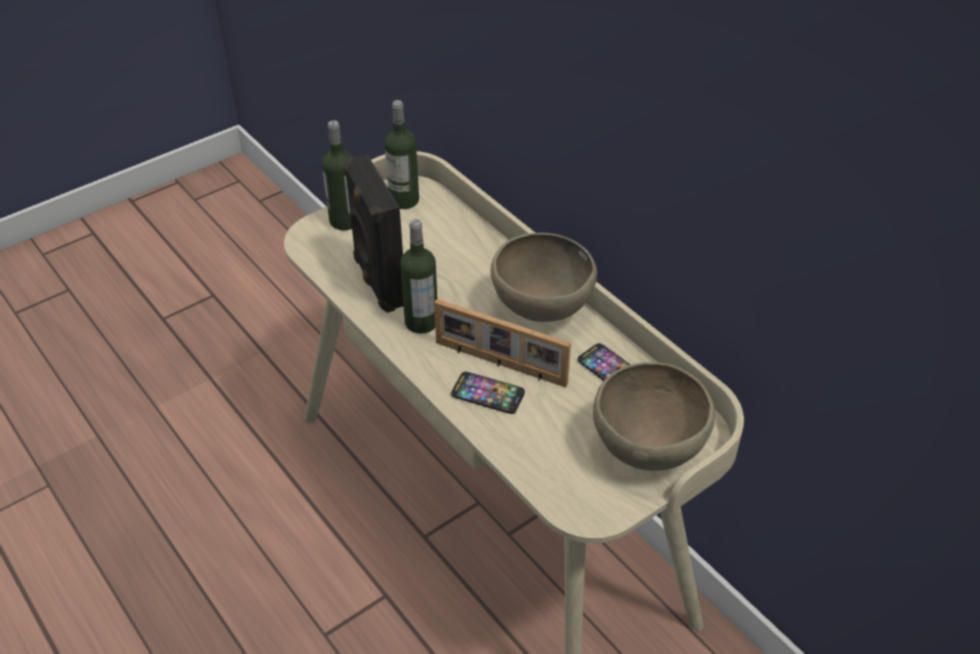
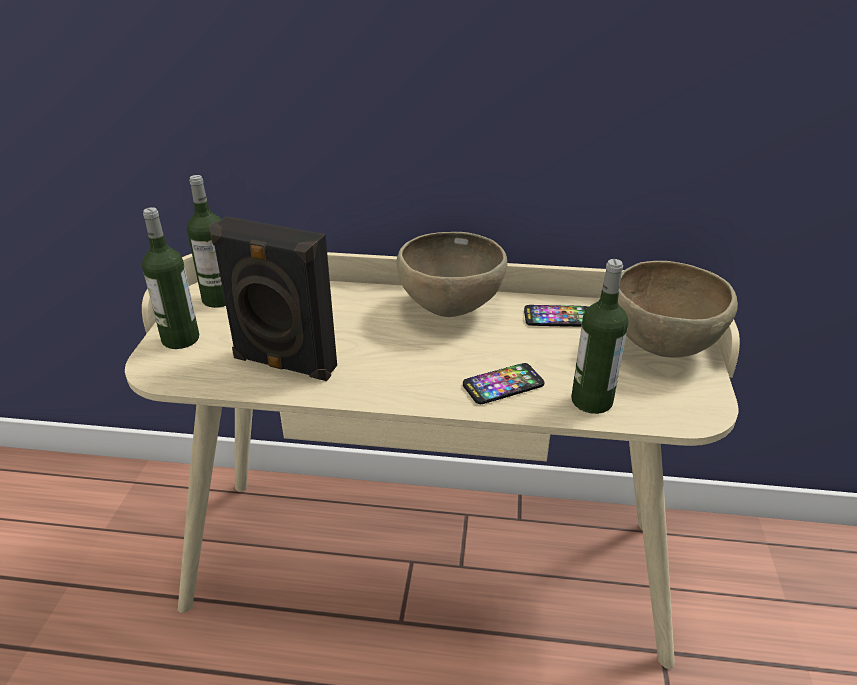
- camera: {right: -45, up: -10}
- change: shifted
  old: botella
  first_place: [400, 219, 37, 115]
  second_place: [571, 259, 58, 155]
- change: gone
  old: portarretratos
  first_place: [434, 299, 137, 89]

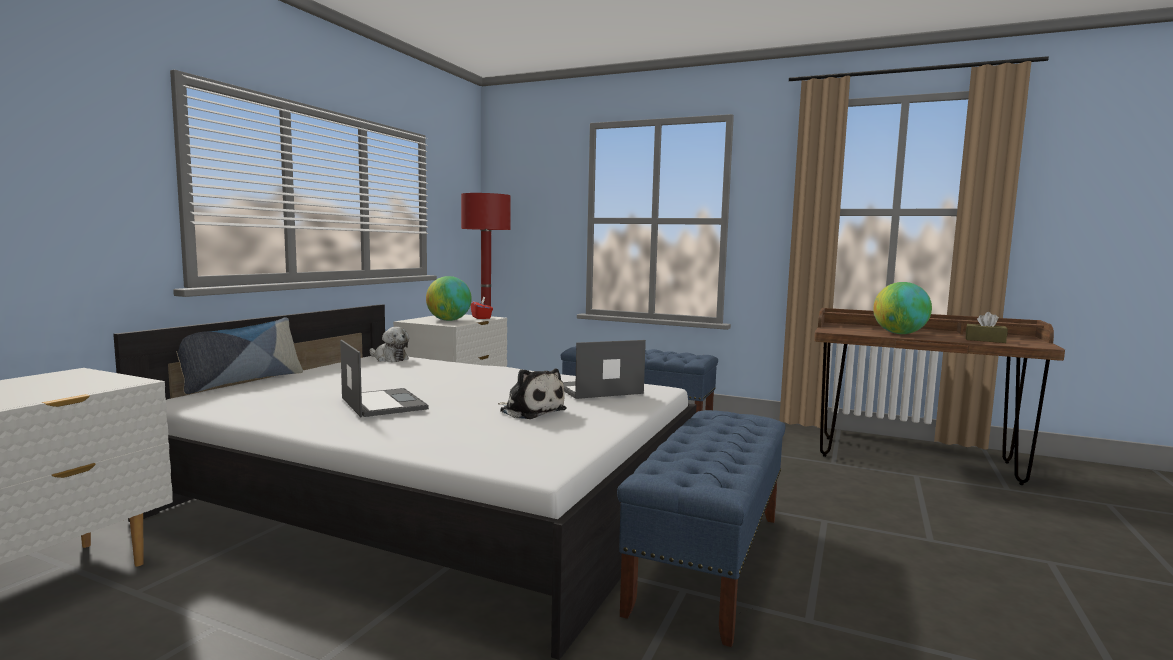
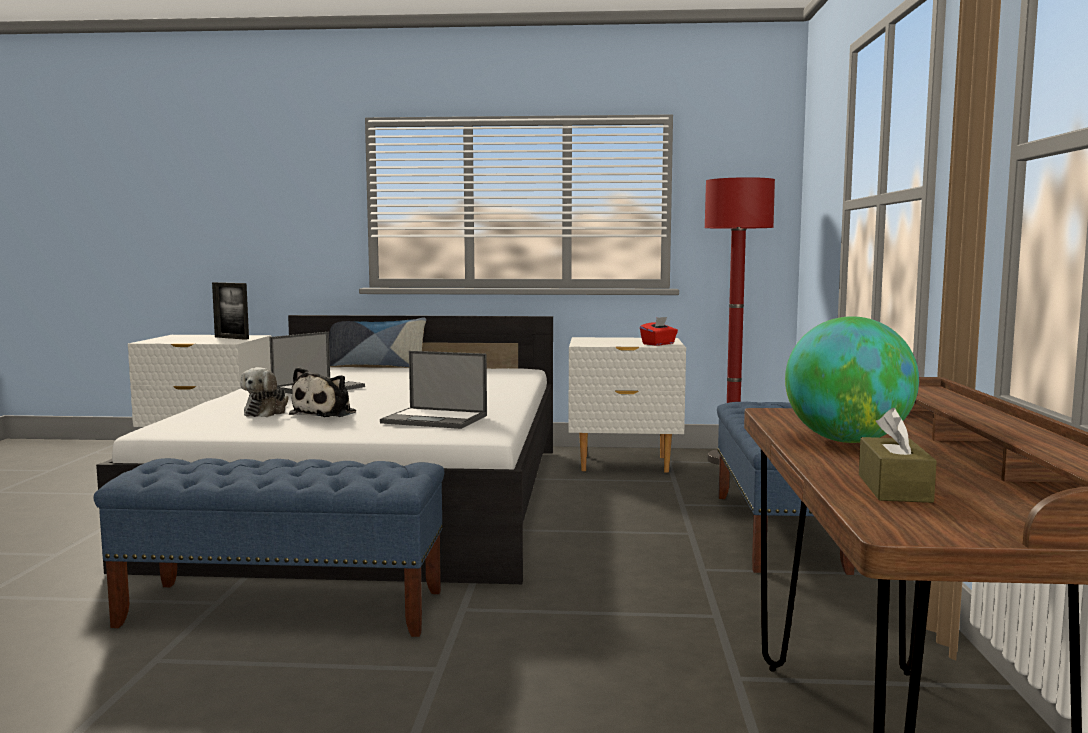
- camera: {right: 70, up: 0}
- change: gone
  old: globo terráqueo
  first_place: [426, 276, 46, 45]
- change: shifted
  old: peluche
  first_place: [370, 327, 39, 35]
  second_place: [240, 367, 48, 50]
- change: rotated
  old: portátil
  first_place: [563, 340, 83, 59]
  second_place: [380, 351, 107, 78]
  degrees: 150
- change: new
  new: portarretratos
  second_place: [212, 282, 37, 58]

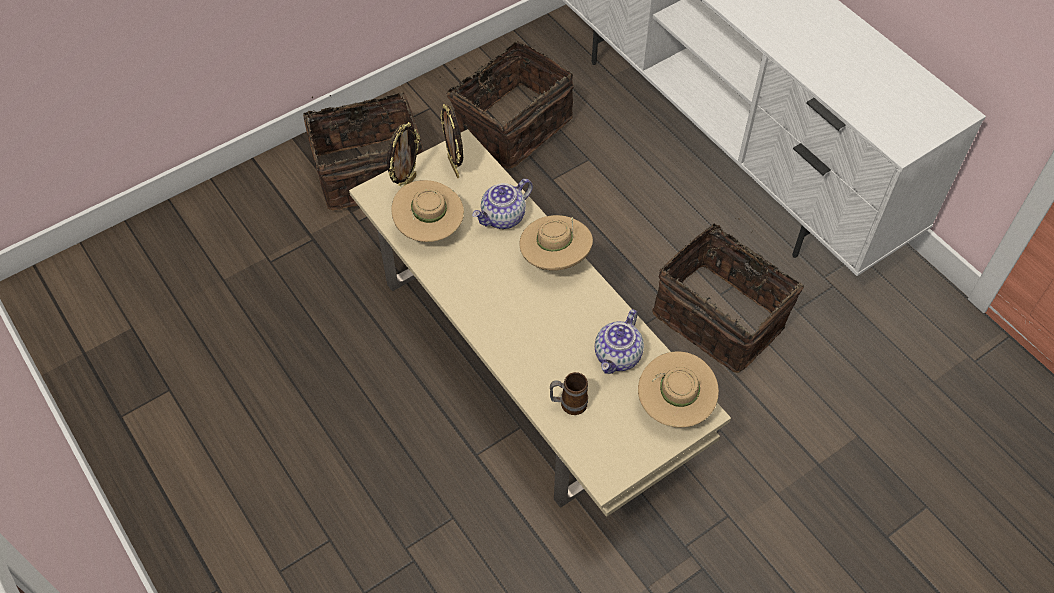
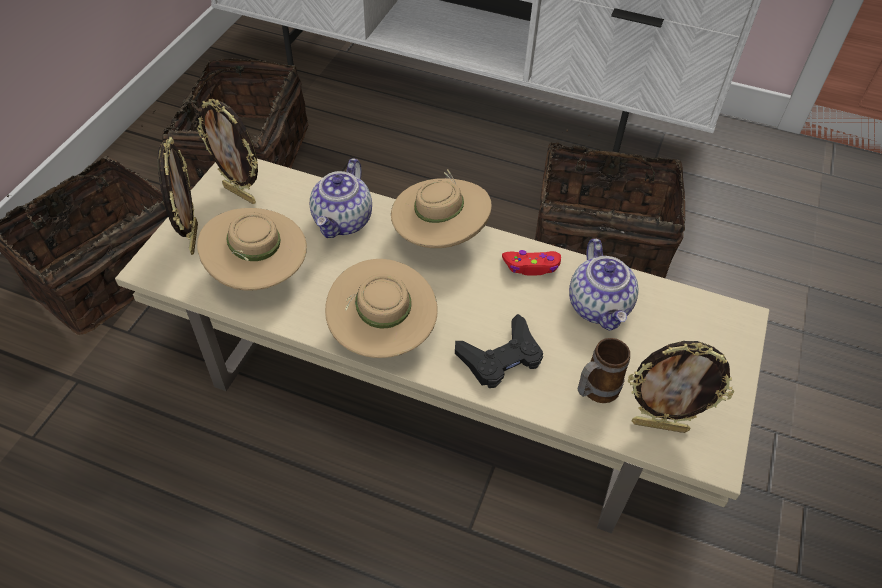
- camera: {right: -35, up: -5}
- change: shifted
  old: sombrero (beis)
  first_place: [638, 352, 81, 76]
  second_place: [325, 259, 113, 99]
- change: new
  new: mando de consola (rojo)
  second_place: [502, 250, 59, 26]
- change: new
  new: mando de consola (negro)
  second_place: [455, 314, 88, 74]
- change: new
  new: portarretratos
  second_place: [628, 341, 106, 92]

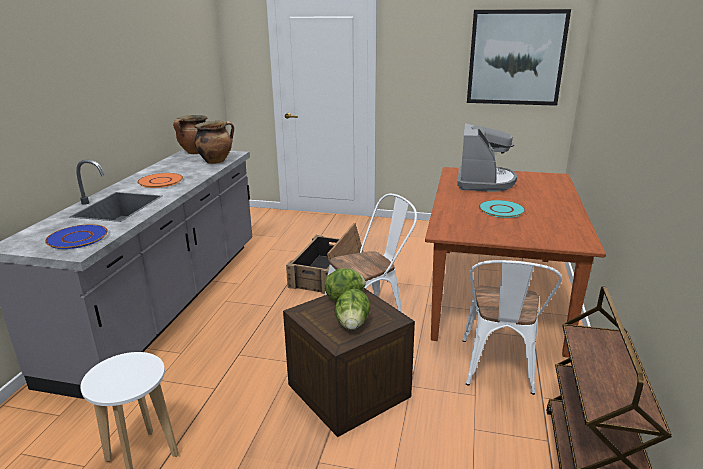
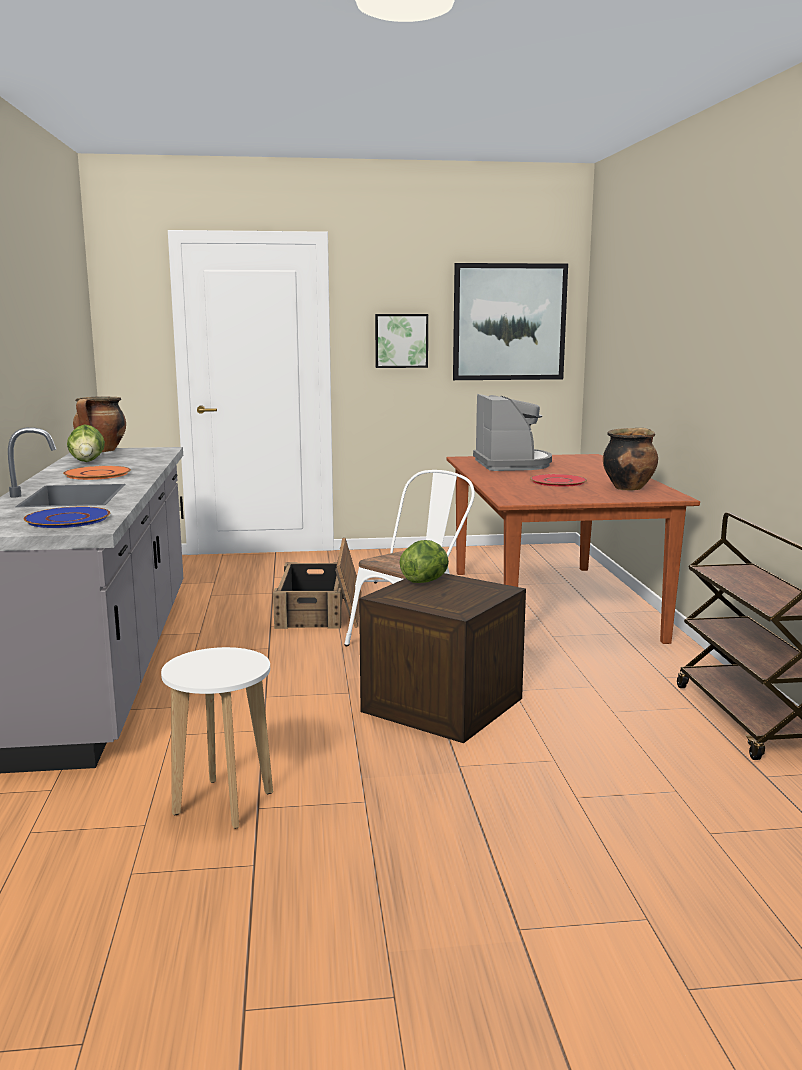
- camera: {right: -20, up: -10}
- change: shifted
  old: olla
  first_place: [195, 121, 39, 43]
  second_place: [603, 428, 55, 63]
- change: repainted
  old: plato (turquesa)
  new: plato (rojo)
  first_place: [479, 200, 47, 18]
  second_place: [530, 474, 57, 13]
- change: gone
  old: silla (blanco)
  first_place: [462, 260, 100, 135]
- change: shifted
  old: lechuga
  first_place: [334, 289, 36, 41]
  second_place: [67, 424, 38, 38]
- change: new
  new: cuadro
  second_place: [375, 314, 53, 54]

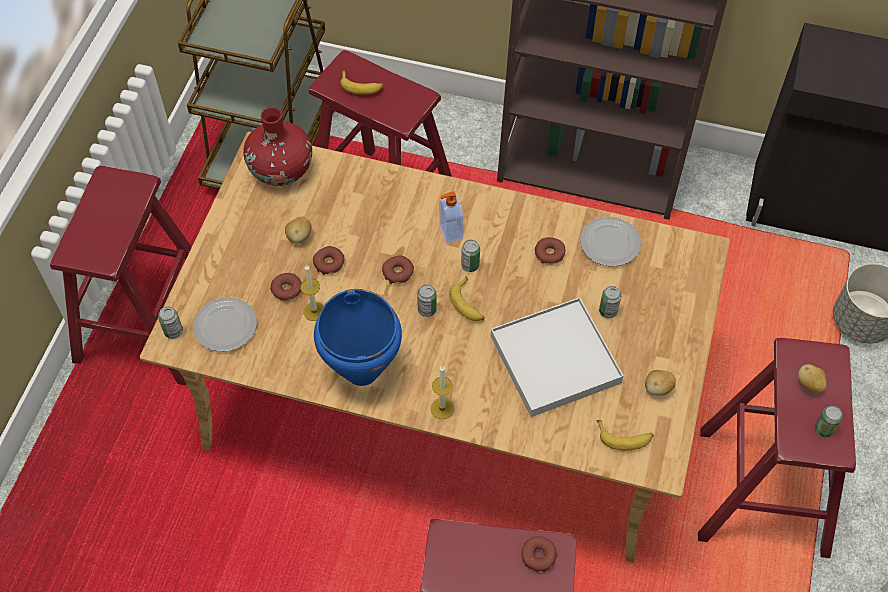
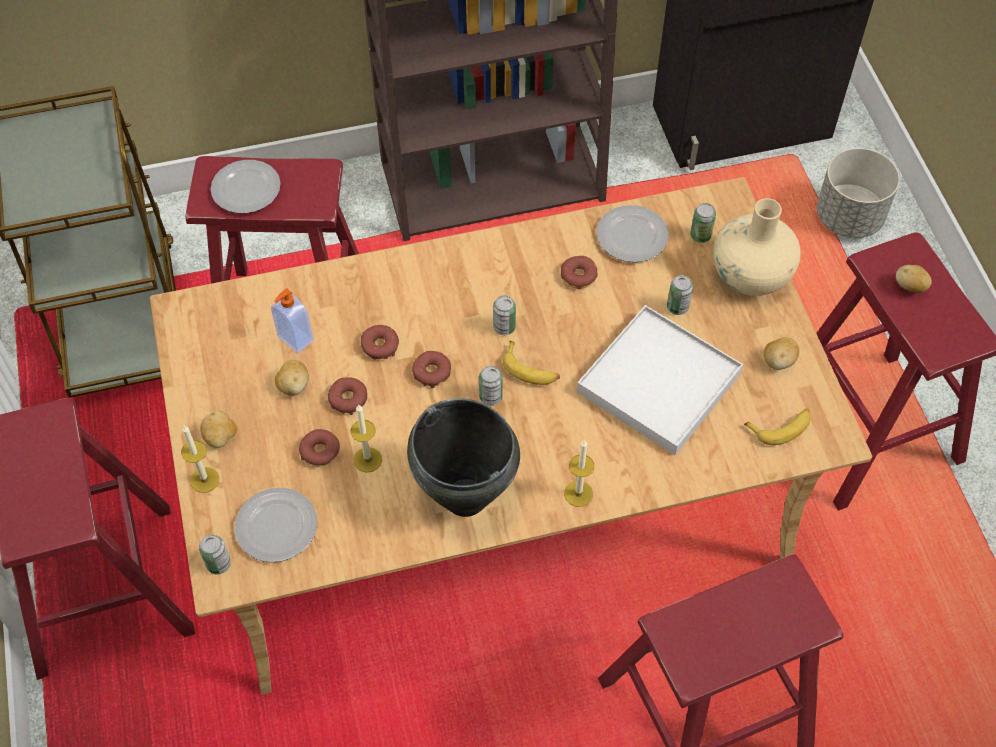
- camera: {right: -30, up: 0}
- change: swapped
  old: plátano
  new: plato
  first_place: [340, 70, 44, 25]
  second_place: [211, 160, 70, 53]
- change: gone
  old: florero (rojo)
  first_place: [243, 107, 69, 79]
- change: shifted
  old: dispensador de jabón
  first_place: [439, 191, 24, 53]
  second_place: [271, 288, 43, 66]
- change: repainted
  old: olla (azul)
  new: olla (negro)
  first_place: [314, 289, 88, 97]
  second_place: [407, 398, 113, 119]
- change: shifted
  old: lata
  first_place: [815, 405, 28, 33]
  second_place: [690, 203, 26, 40]
- change: shifted
  old: rosquilla
  first_place: [521, 536, 36, 36]
  second_place: [361, 325, 38, 35]
- change: new
  new: florero (beis)
  second_place: [713, 198, 88, 98]
- change: new
  new: patata
  second_place: [200, 411, 37, 37]
- change: new
  new: vela
  second_place: [181, 426, 38, 67]

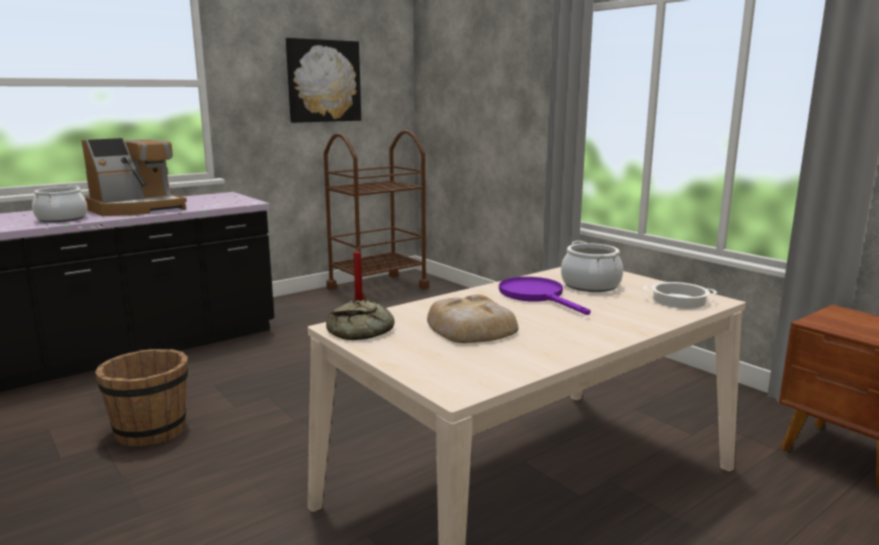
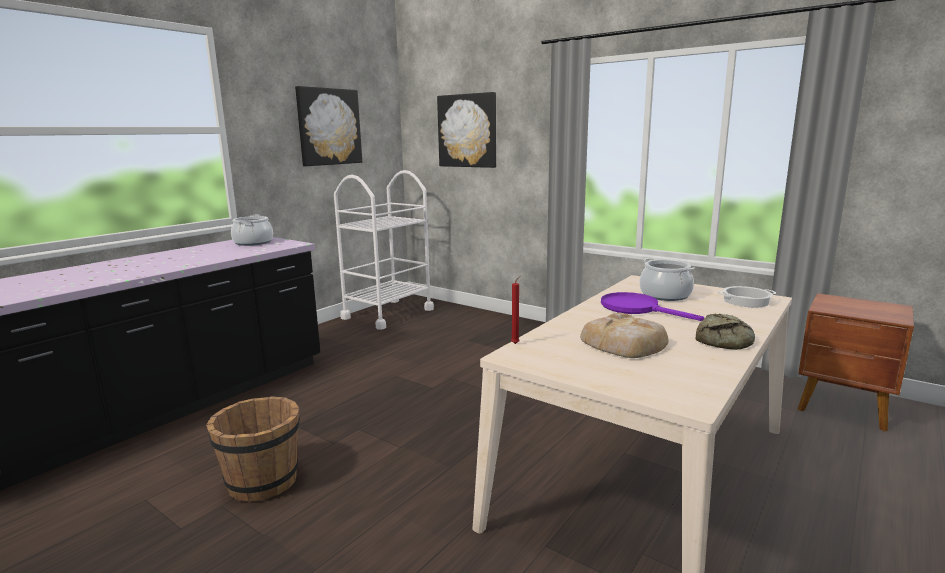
- camera: {right: -15, up: 0}
- change: repainted
  old: carrito (marrón)
  new: carrito (blanco)
  first_place: [324, 130, 105, 171]
  second_place: [334, 170, 100, 160]
- change: gone
  old: cafetera
  first_place: [81, 138, 106, 78]
- change: shifted
  old: olla
  first_place: [32, 185, 55, 38]
  second_place: [231, 215, 42, 31]
- change: shifted
  old: pan
  first_place: [326, 300, 69, 40]
  second_place: [696, 314, 59, 36]
- change: new
  new: cuadro
  second_place: [437, 92, 59, 76]

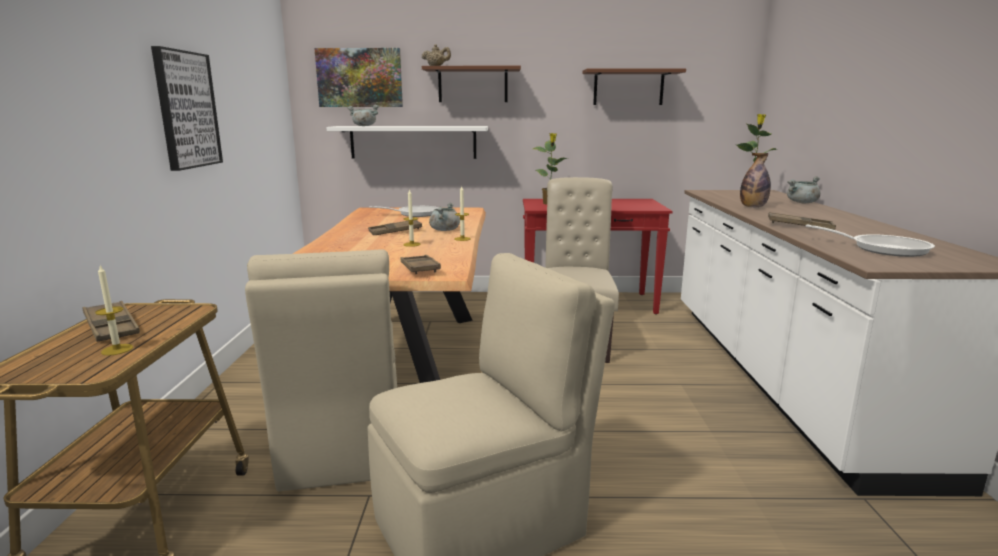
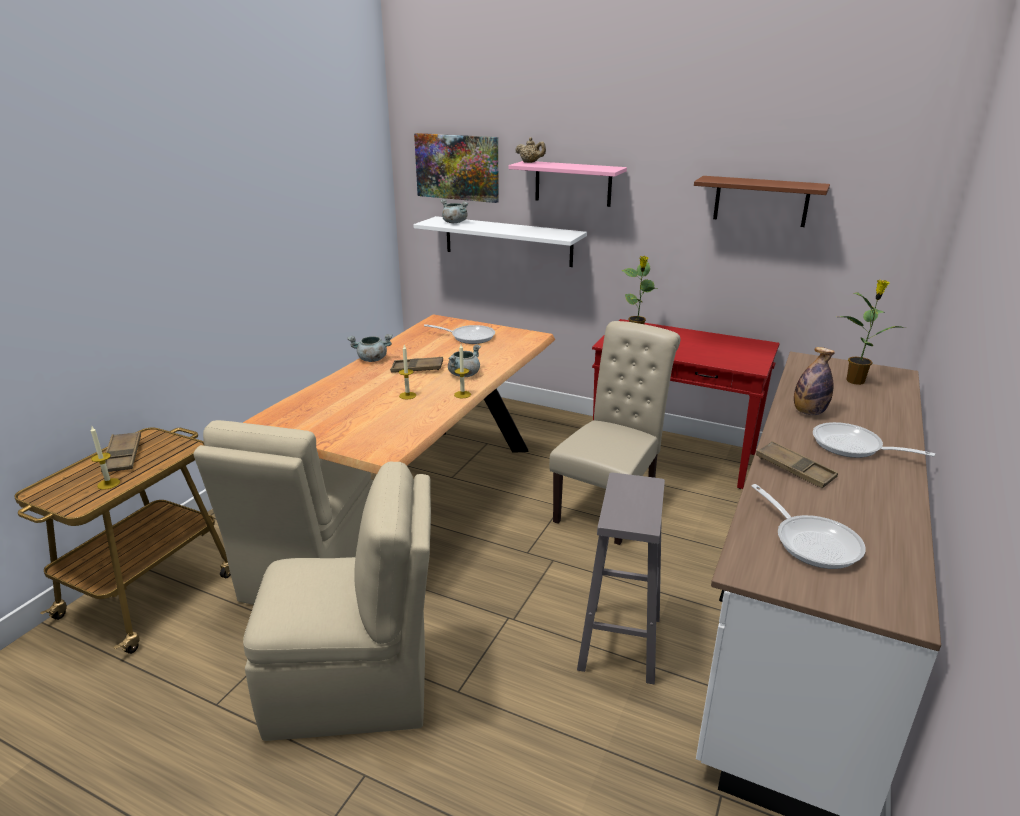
- camera: {right: 25, up: 10}
- change: gone
  old: cuadro
  first_place: [151, 46, 72, 125]
- change: repainted
  old: estante (marrón)
  new: estante (rosa)
  first_place: [422, 66, 99, 36]
  second_place: [508, 161, 119, 46]
- change: shifted
  old: olla (gris)
  first_place: [787, 176, 33, 27]
  second_place: [347, 334, 45, 28]
- change: gone
  old: bandeja (marrón)
  first_place: [400, 255, 41, 19]
- change: new
  new: sartén
  second_place: [813, 422, 122, 36]
- change: new
  new: taburete (gris)
  second_place: [577, 473, 88, 211]

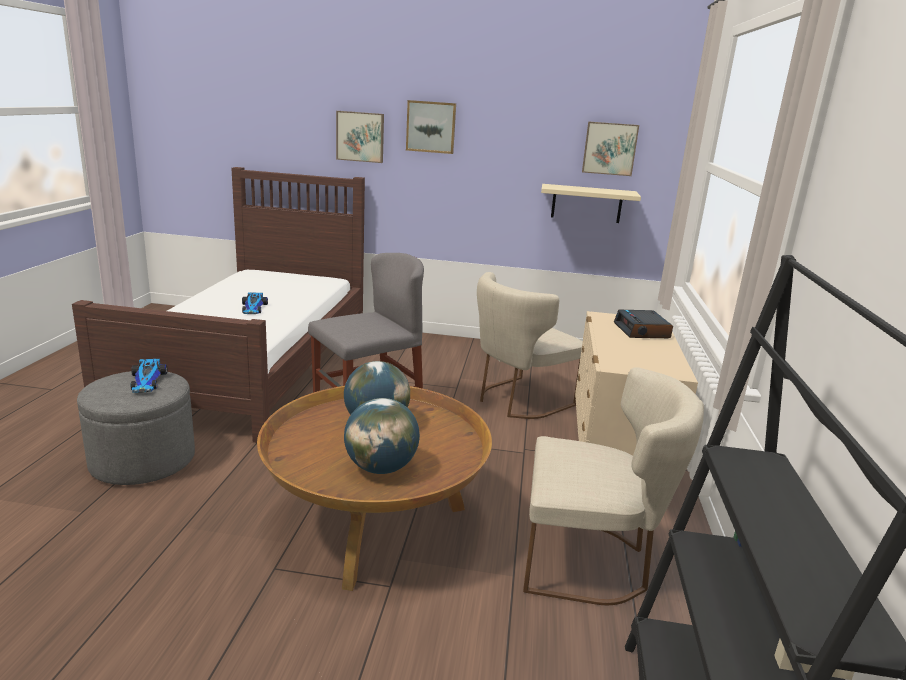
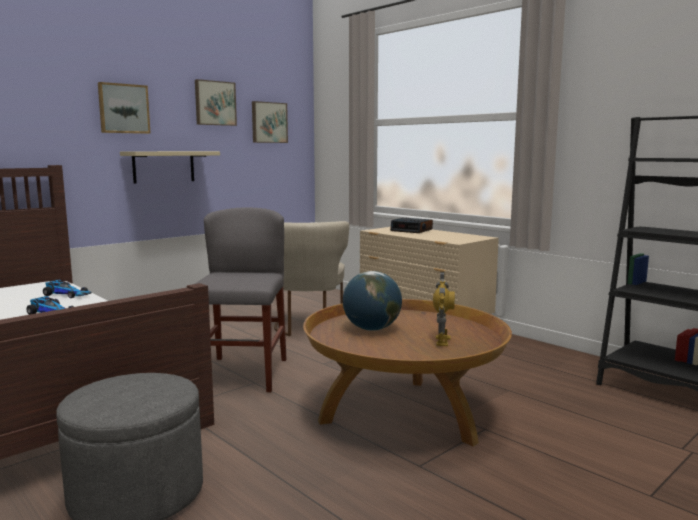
- camera: {right: -50, up: -10}
- change: shifted
  old: cuadro
  first_place: [336, 111, 48, 52]
  second_place: [195, 79, 42, 47]
- change: shifted
  old: estante (beis)
  first_place: [541, 184, 100, 39]
  second_place: [120, 151, 100, 33]
- change: shifted
  old: coche de juguete
  first_place: [130, 359, 38, 34]
  second_place: [43, 280, 49, 18]
- change: gone
  old: silla (beis)
  first_place: [523, 367, 181, 238]
- change: swapped
  old: globo terráqueo
  new: robot de juguete
  first_place: [344, 398, 76, 76]
  second_place: [433, 272, 22, 74]

